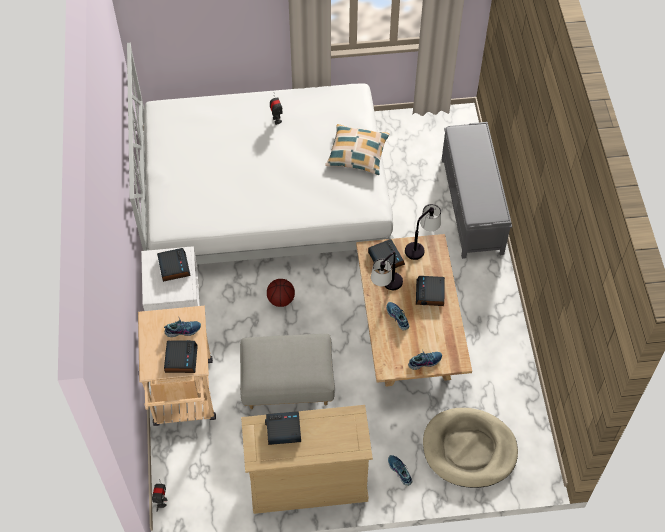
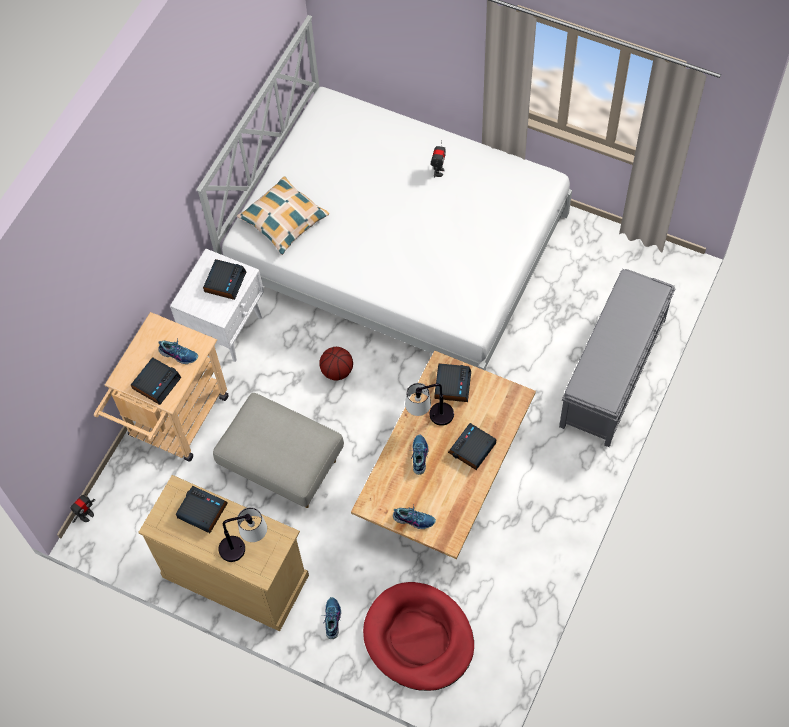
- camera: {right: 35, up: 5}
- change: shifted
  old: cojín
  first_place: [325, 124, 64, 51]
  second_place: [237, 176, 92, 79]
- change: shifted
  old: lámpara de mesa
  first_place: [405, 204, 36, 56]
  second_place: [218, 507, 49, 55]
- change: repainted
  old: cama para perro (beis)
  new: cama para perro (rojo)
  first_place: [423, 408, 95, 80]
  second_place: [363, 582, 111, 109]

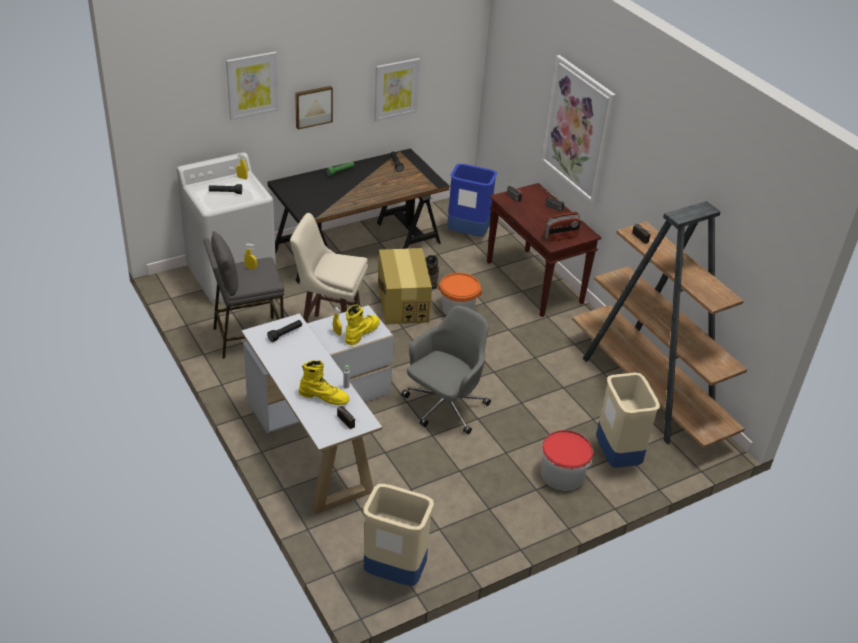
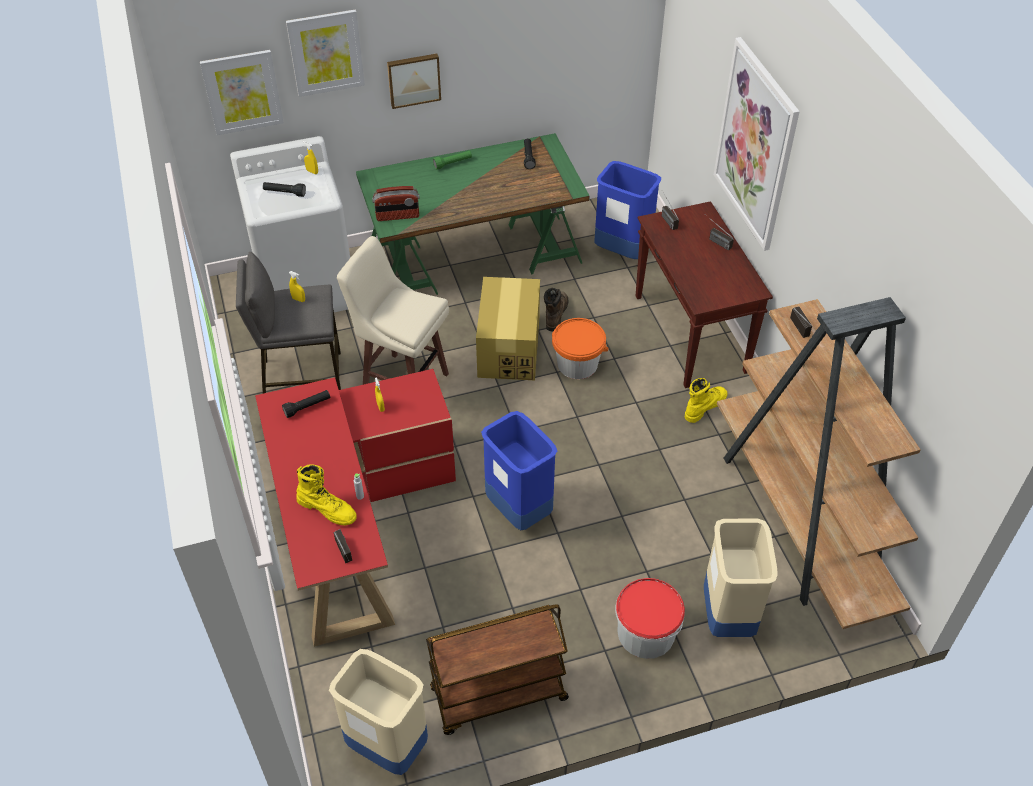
- camera: {right: 15, up: 10}
- change: shifted
  old: cuadro
  first_place: [374, 58, 46, 63]
  second_place: [200, 50, 84, 85]
- change: repainted
  old: escritorio (negro)
  new: escritorio (verde)
  first_place: [268, 148, 181, 136]
  second_place: [356, 133, 234, 162]
- change: shifted
  old: radio
  first_place: [544, 212, 37, 30]
  second_place: [372, 186, 48, 35]
- change: repainted
  old: escritorio (blanco)
  new: escritorio (rojo)
  first_place: [242, 305, 152, 210]
  second_place: [255, 369, 201, 278]
- change: shifted
  old: bota (amarillo)
  first_place: [345, 305, 35, 40]
  second_place: [685, 378, 43, 45]
- change: swapped
  old: silla de oficina (gris)
  new: papelera (azul)
  first_place: [402, 306, 89, 128]
  second_place: [481, 411, 76, 119]
- change: new
  new: carrito (marrón)
  second_place: [426, 604, 143, 131]

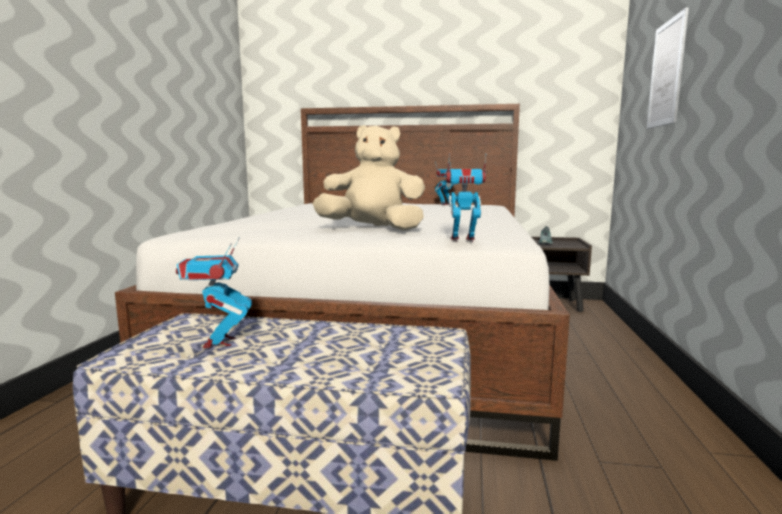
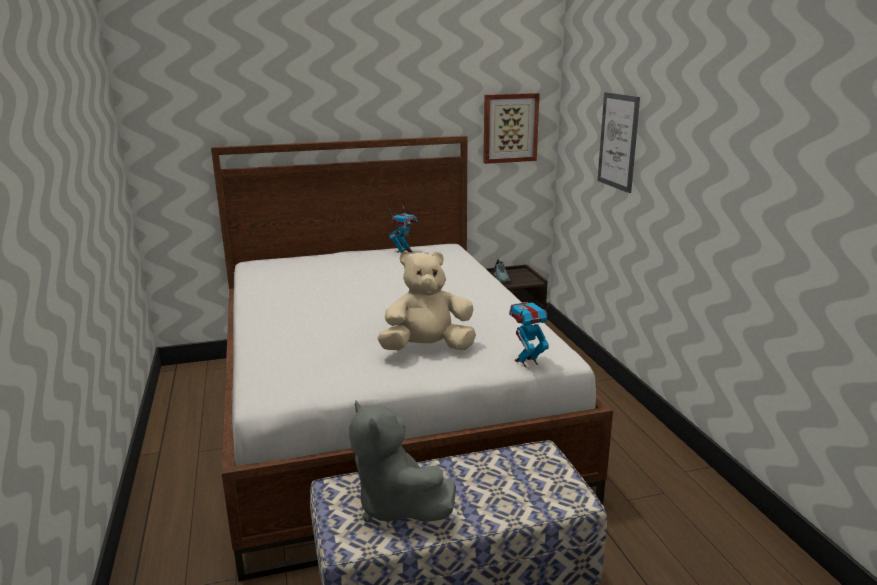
- camera: {right: -25, up: 10}
- change: swapped
  old: robot de juguete
  new: peluche (gris)
  first_place: [176, 237, 76, 111]
  second_place: [349, 401, 107, 122]
- change: new
  new: cuadro
  second_place: [483, 93, 57, 71]

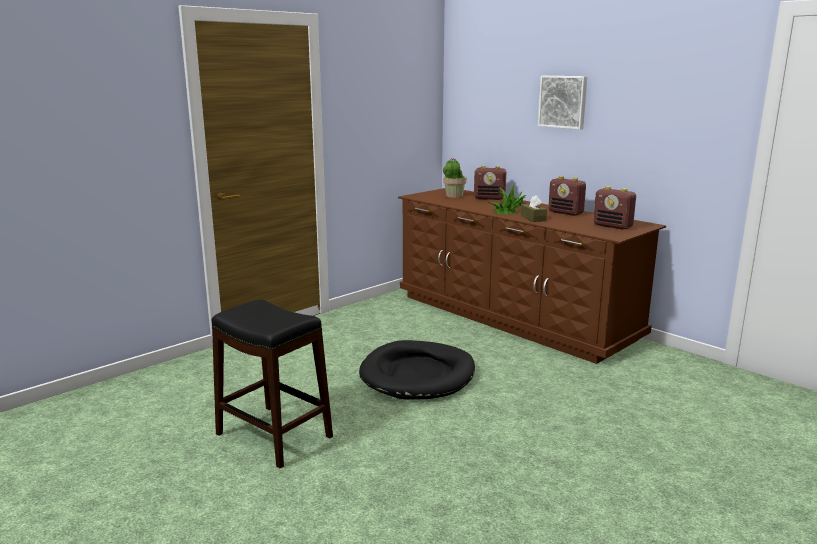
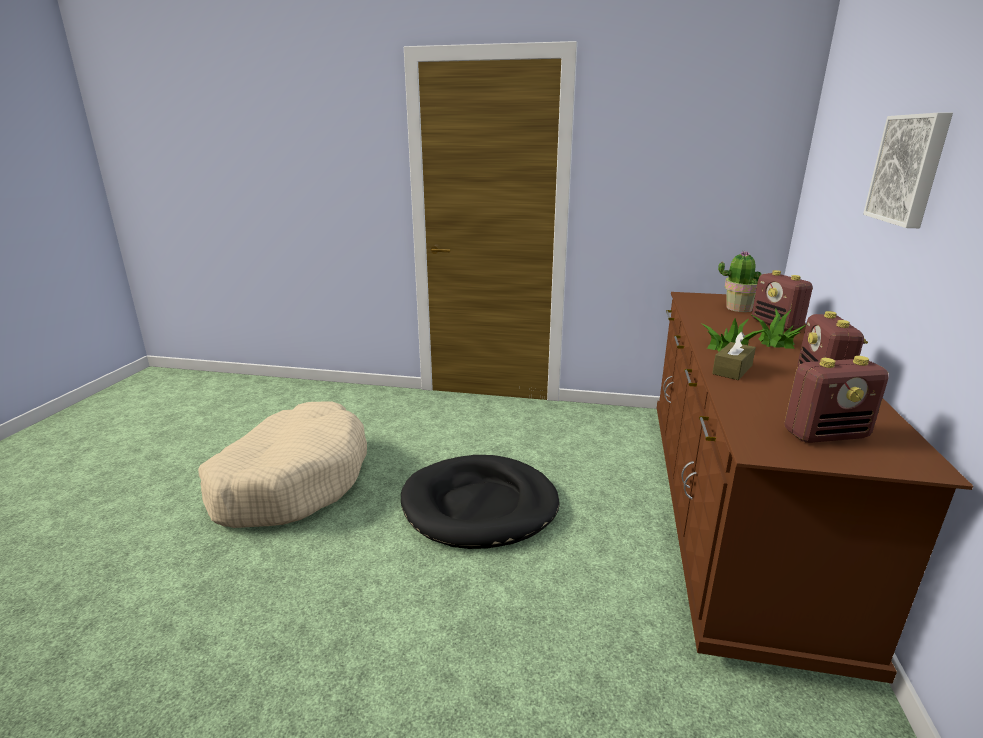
- camera: {right: 55, up: 5}
- change: rotated
  old: radio
  first_place: [593, 186, 43, 44]
  second_place: [784, 356, 105, 87]
  degrees: -105
- change: swapped
  old: taburete (negro)
  new: cama para perro (beis)
  first_place: [212, 299, 121, 169]
  second_place: [198, 402, 169, 126]

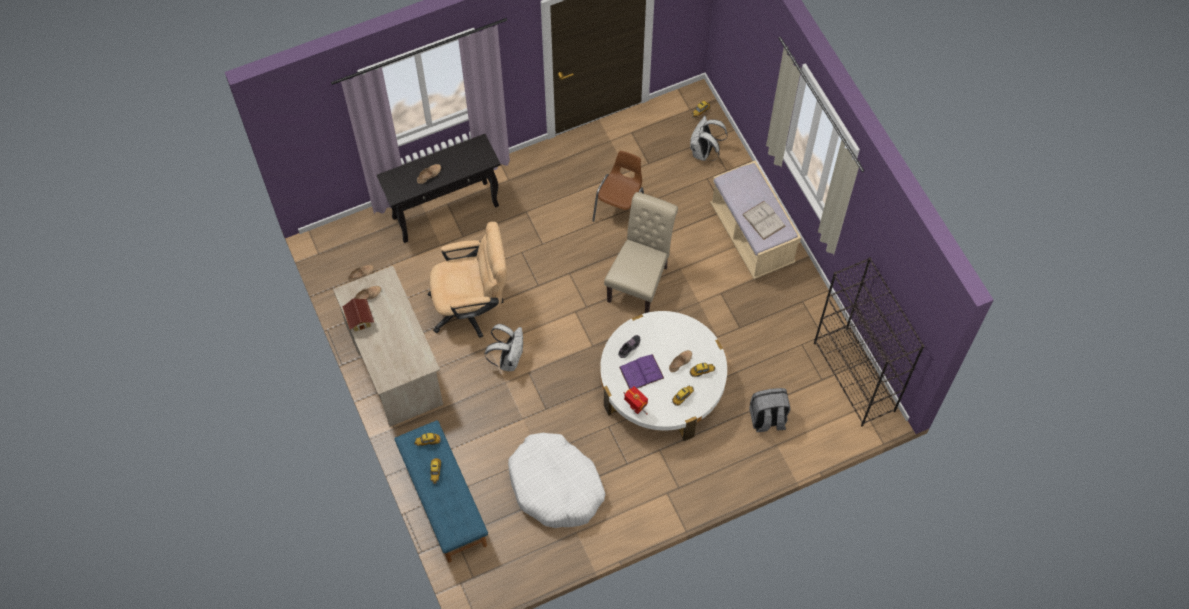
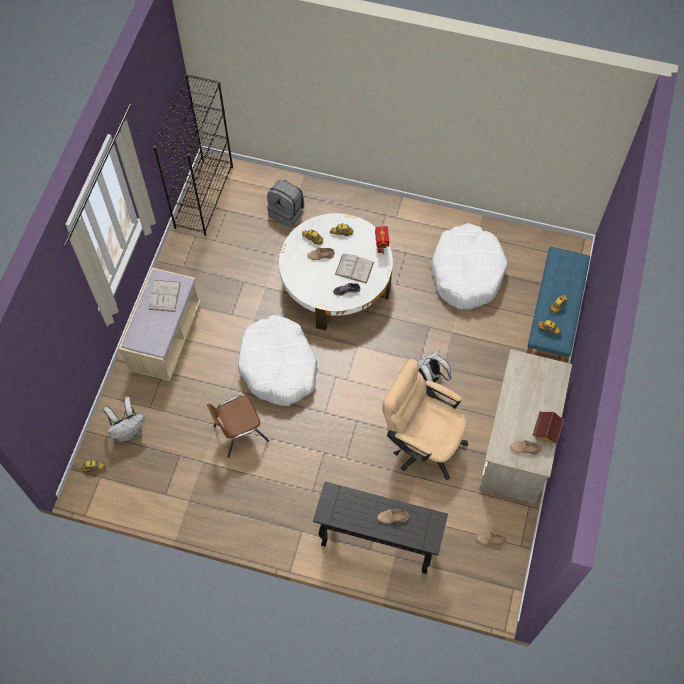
- camera: {right: -140, up: 0}
- change: swapped
  old: silla (beis)
  new: cama para perro (blanco)
  first_place: [604, 192, 74, 121]
  second_place: [238, 315, 80, 91]
- change: repainted
  old: libro (morado)
  new: libro (blanco)
  first_place: [619, 354, 45, 35]
  second_place: [335, 254, 39, 30]

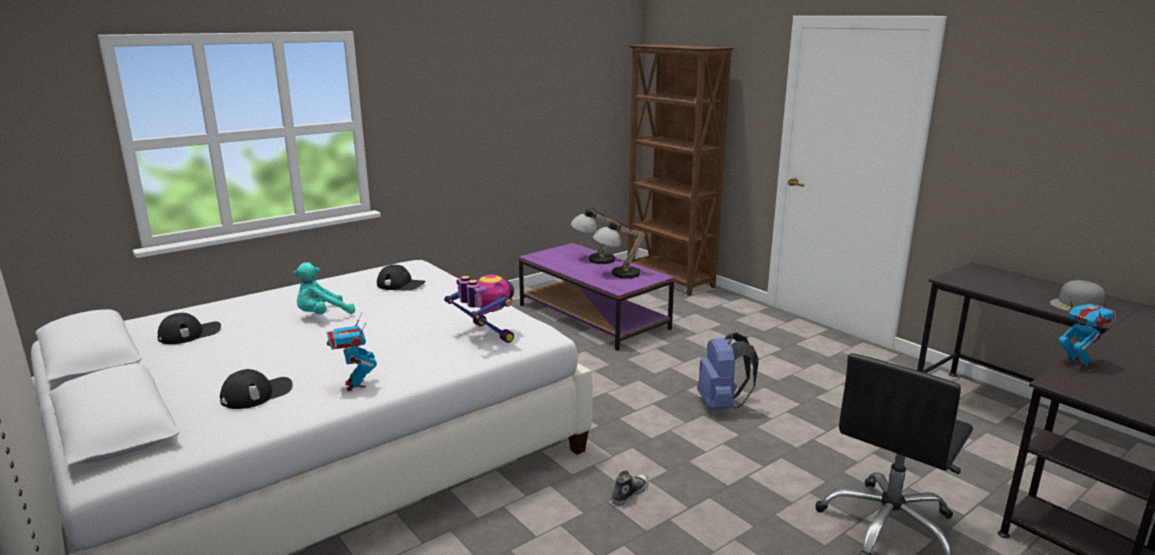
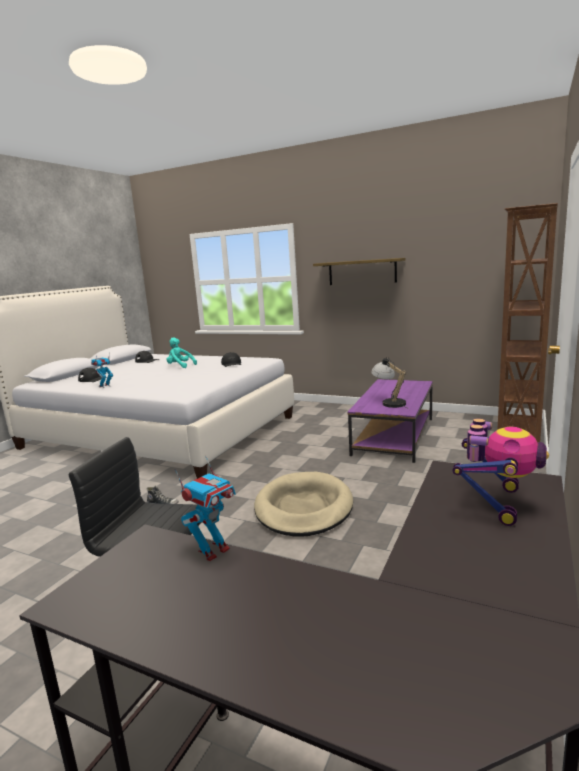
- camera: {right: 65, up: -5}
- change: gone
  old: lámpara de mesa
  first_place: [571, 208, 50, 56]
- change: shifted
  old: robot de juguete
  first_place: [444, 274, 70, 69]
  second_place: [452, 418, 97, 108]
- change: gone
  old: gorra (gris)
  first_place: [1050, 280, 55, 31]
- change: swapped
  old: mochila (azul)
  new: cama para perro (beis)
  first_place: [697, 333, 62, 76]
  second_place: [254, 472, 99, 65]
- change: new
  new: estante
  second_place: [313, 258, 93, 27]

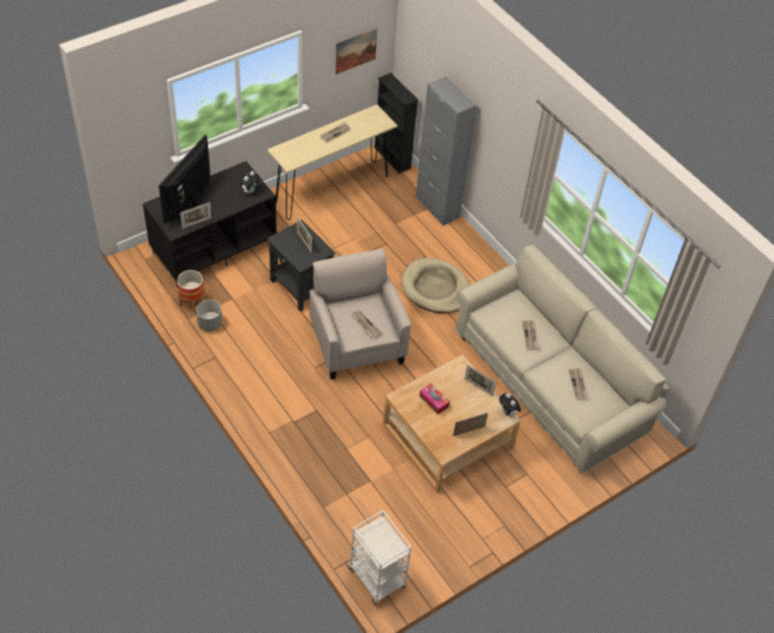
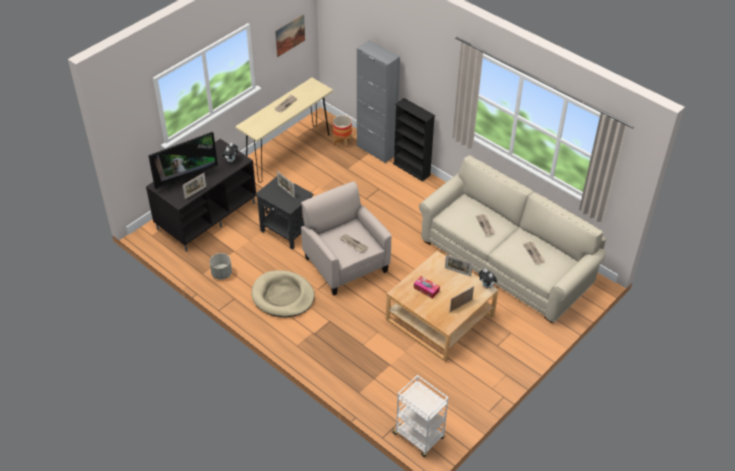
- camera: {right: -10, up: -5}
- change: shifted
  old: estantería (negro)
  first_place: [374, 73, 44, 101]
  second_place: [393, 98, 42, 84]
- change: rotated
  old: televisor
  first_place: [159, 135, 51, 88]
  second_place: [148, 132, 70, 61]
  degrees: -135
- change: shifted
  old: cama para perro (beis)
  first_place: [401, 258, 69, 55]
  second_place: [251, 270, 64, 48]
- change: shifted
  old: maceta
  first_place: [177, 270, 29, 43]
  second_place: [333, 115, 19, 33]

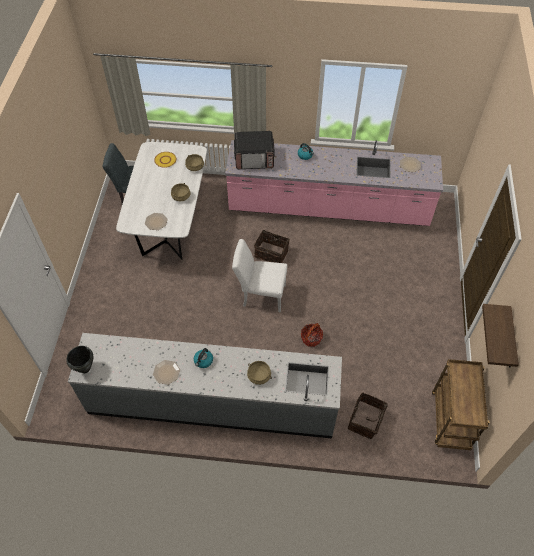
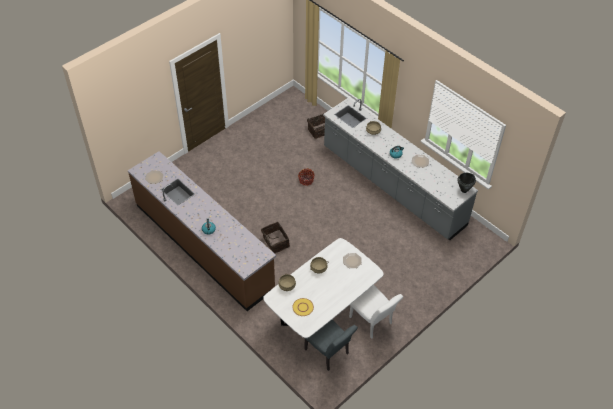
- camera: {right: -140, up: -5}
- change: gone
  old: microondas
  first_place: [234, 131, 41, 38]
- change: repainted
  old: mueble bajo de cocina (rosa)
  new: mueble bajo de cocina (marrón)
  first_place: [225, 140, 218, 86]
  second_place: [128, 151, 148, 160]
- change: shifted
  old: silla (blanco)
  first_place: [232, 239, 55, 73]
  second_place: [349, 285, 54, 54]
- change: gone
  old: estante
  first_place: [482, 304, 37, 64]
- change: gone
  old: carrito (marrón)
  first_place: [432, 359, 58, 91]

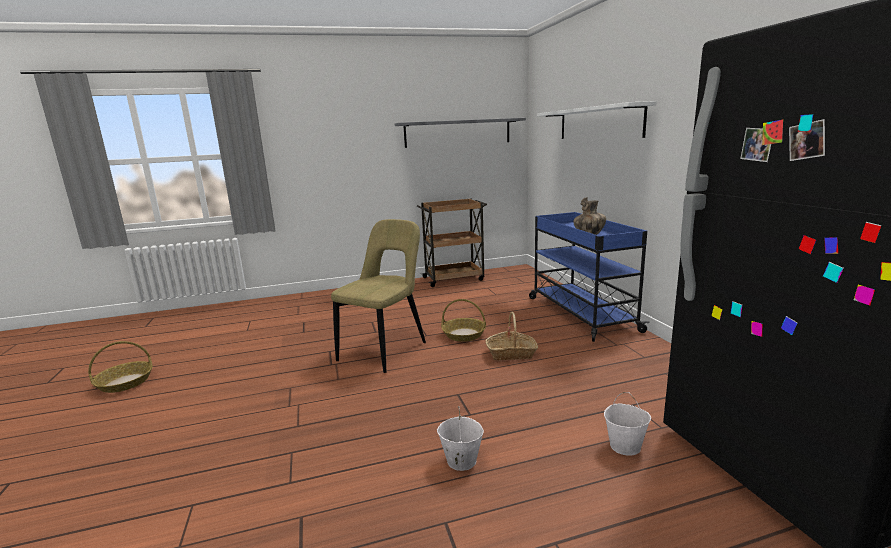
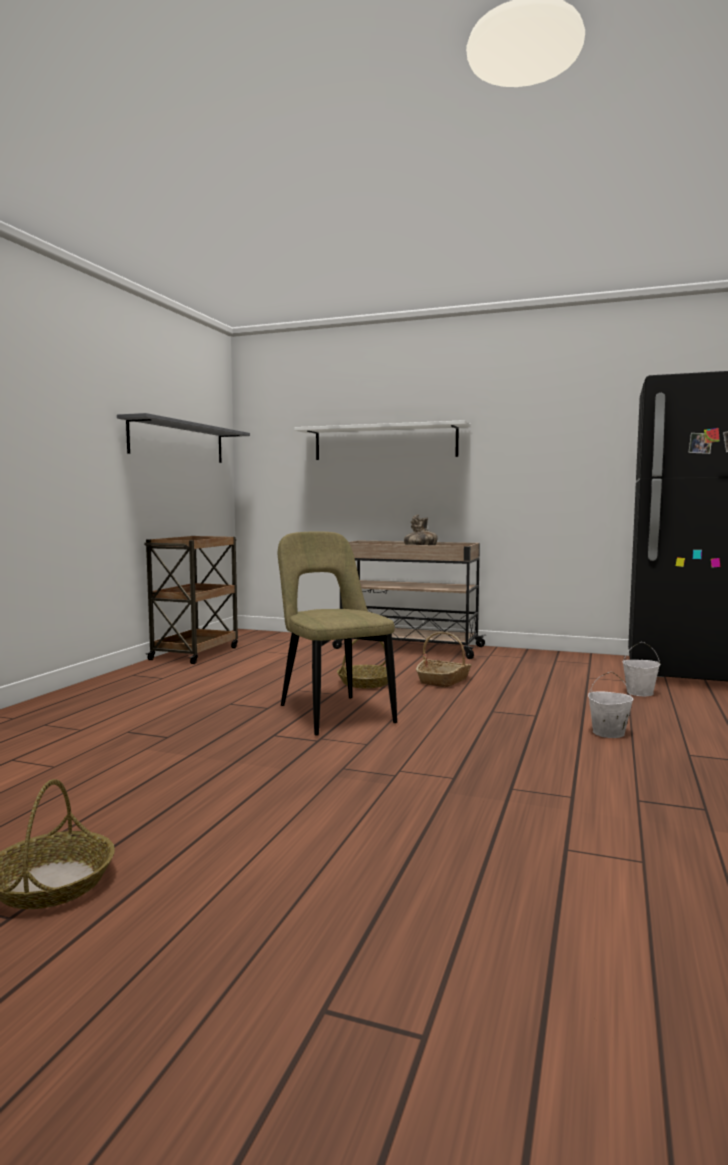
- camera: {right: -55, up: -10}
- change: repainted
  old: carrito (azul)
  new: carrito (beis)
  first_place: [529, 212, 121, 130]
  second_place: [332, 540, 154, 119]

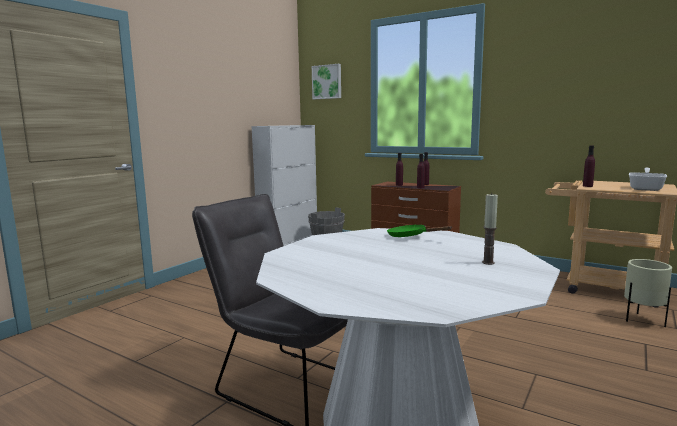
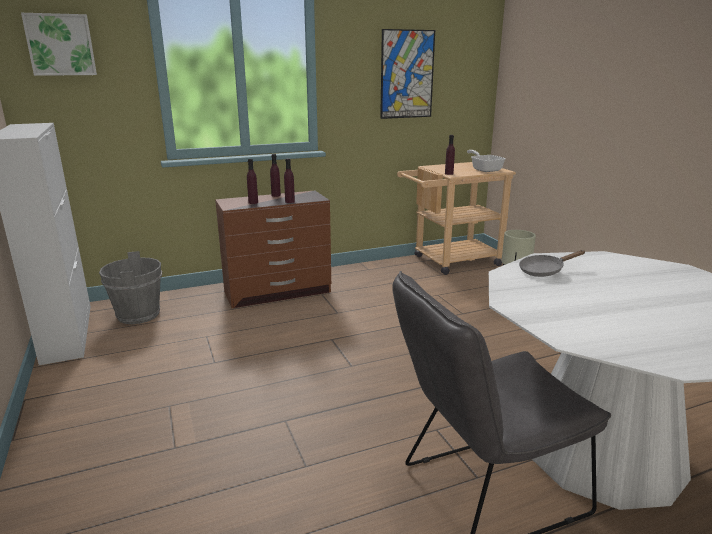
- camera: {right: -55, up: 10}
- change: gone
  old: vela
  first_place: [482, 193, 16, 72]
- change: repainted
  old: sartén (verde)
  new: sartén (gris)
  first_place: [387, 225, 65, 12]
  second_place: [519, 250, 66, 27]
- change: new
  new: cuadro
  second_place: [380, 29, 55, 90]

